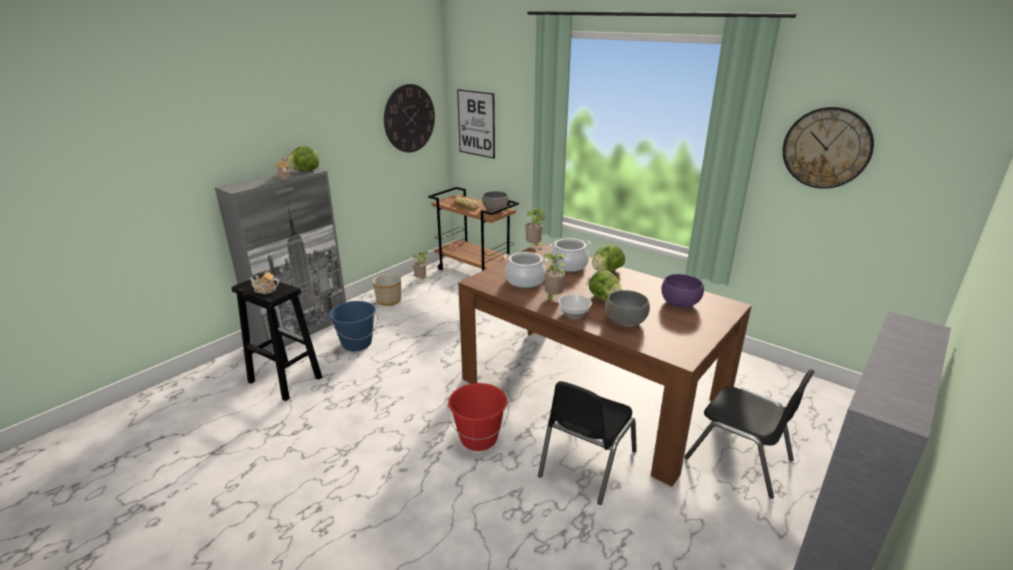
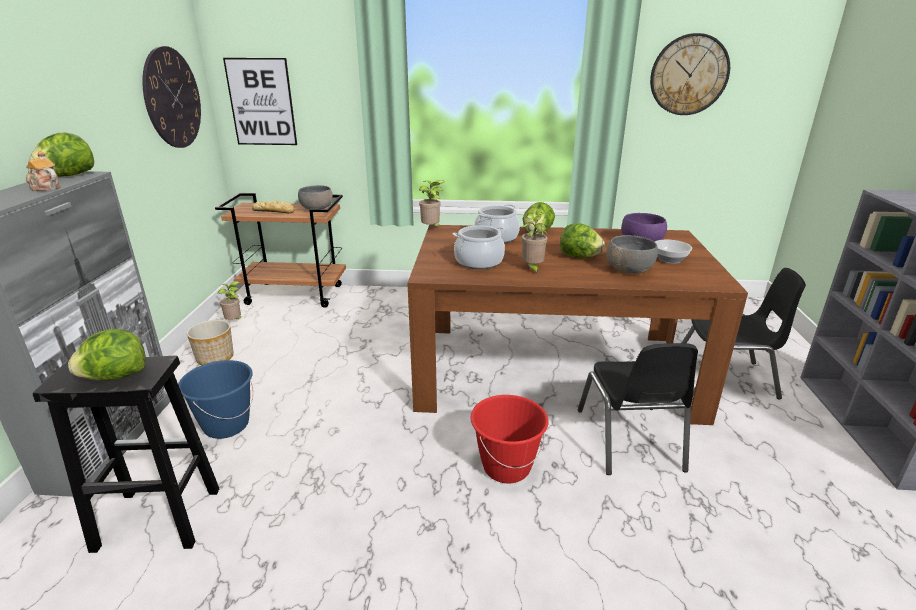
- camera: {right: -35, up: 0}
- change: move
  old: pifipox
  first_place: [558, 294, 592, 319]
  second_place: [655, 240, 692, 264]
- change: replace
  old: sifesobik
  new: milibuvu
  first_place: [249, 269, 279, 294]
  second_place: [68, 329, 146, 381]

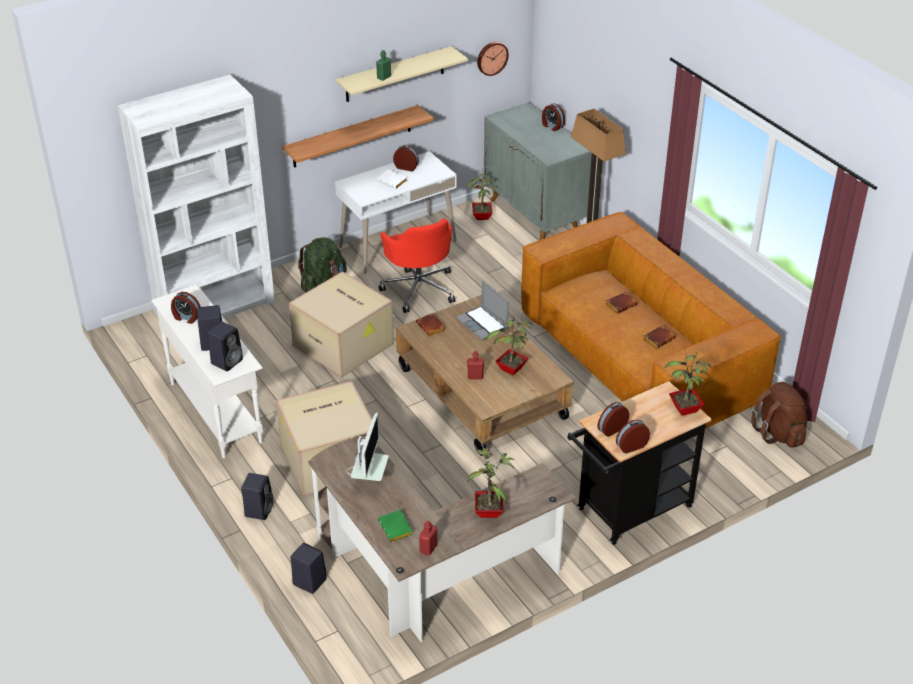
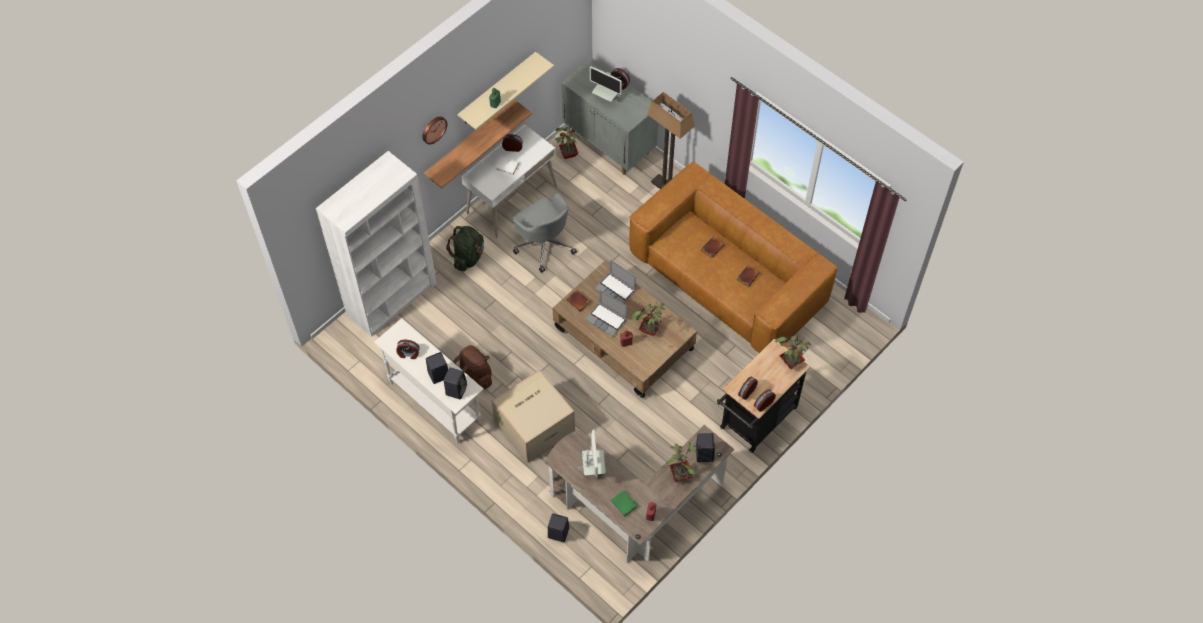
- camera: {right: -15, up: 20}
- change: delete
  old: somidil
  first_place: [289, 271, 394, 377]
- change: insert
  new: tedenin
  second_place: [586, 290, 627, 337]
- change: insert
  new: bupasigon
  second_place: [590, 66, 622, 103]
- change: move
  old: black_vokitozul
  first_place: [241, 473, 273, 520]
  second_place: [696, 433, 715, 462]
- change: move
  old: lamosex
  first_place: [477, 42, 509, 76]
  second_place: [422, 117, 447, 145]
- change: move
  old: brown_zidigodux
  first_place: [751, 382, 807, 448]
  second_place: [453, 345, 492, 390]
- change: recolor
  old: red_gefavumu
  new: grey_gefavumu
  first_place: [379, 219, 455, 313]
  second_place: [513, 193, 577, 273]

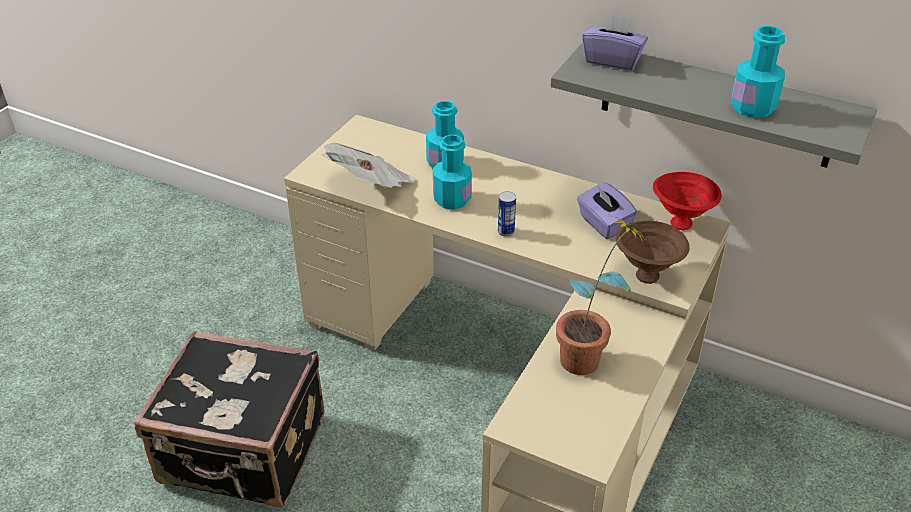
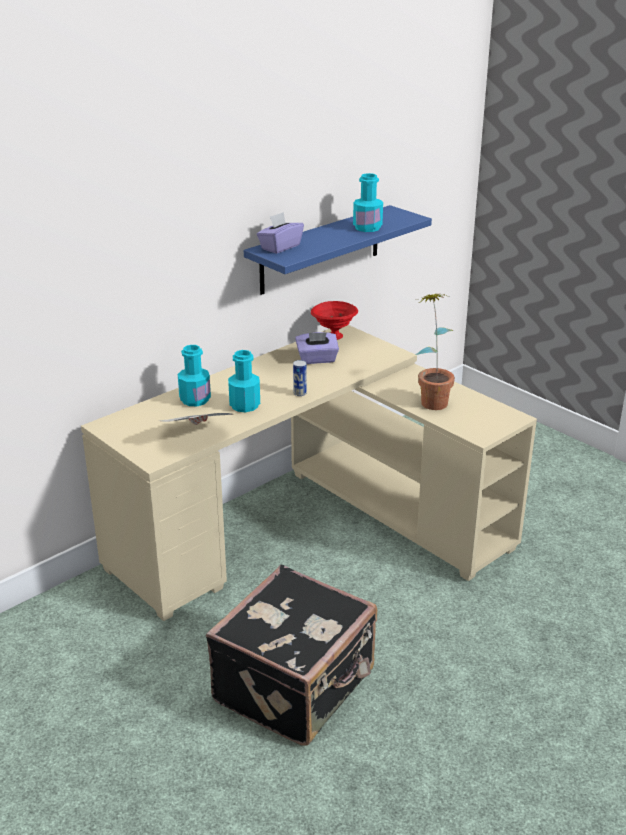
- camera: {right: -70, up: -10}
- change: delete
  old: brown_pifipox
  first_place: [616, 221, 690, 284]
- change: recolor
  old: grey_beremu
  new: blue_beremu
  first_place: [550, 42, 877, 168]
  second_place: [244, 205, 432, 295]

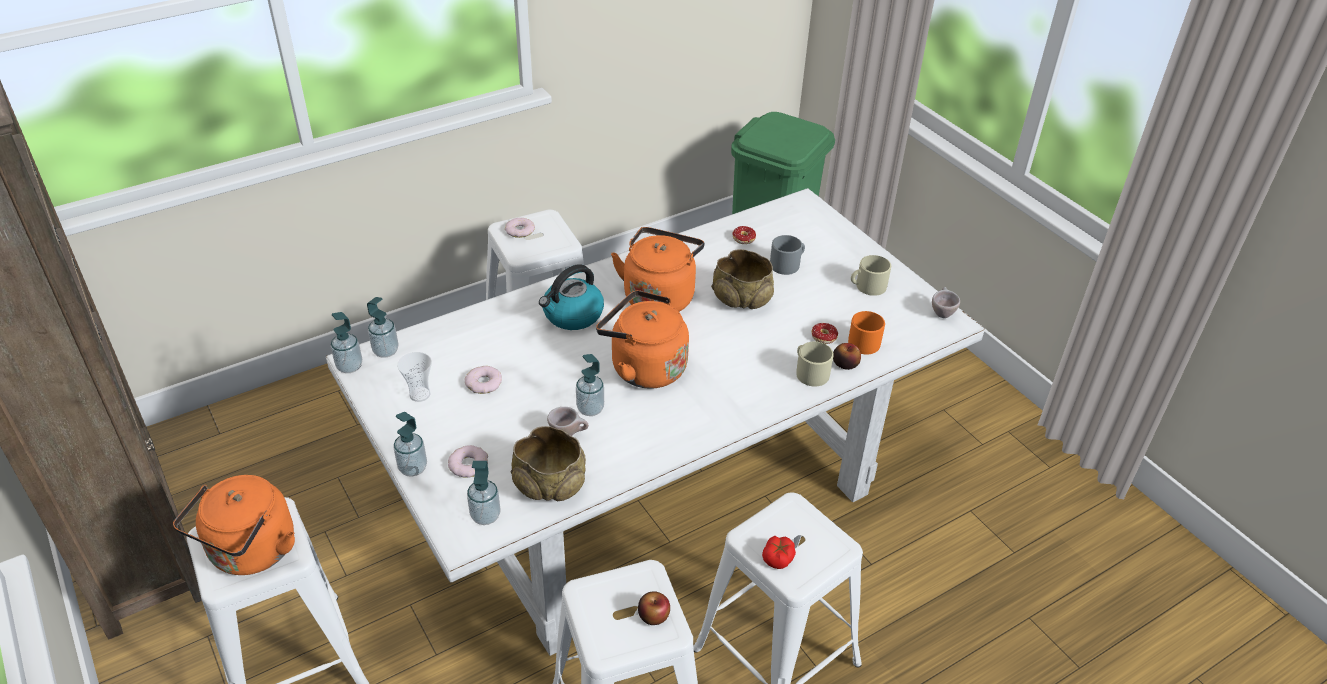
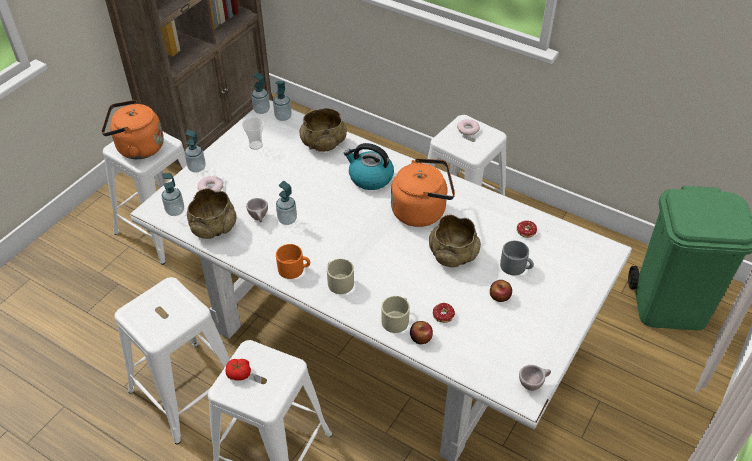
- camera: {right: 65, up: 5}
- change: delete
  old: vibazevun
  first_place: [464, 366, 502, 394]
- change: delete
  old: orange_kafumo
  first_place: [596, 290, 689, 389]
- change: insert
  new: beige_pifipox
  second_place: [299, 108, 347, 152]
- change: move
  old: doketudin
  first_place: [638, 591, 670, 625]
  second_place: [490, 280, 512, 302]
- change: move
  old: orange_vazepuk
  first_place: [848, 311, 885, 354]
  second_place: [276, 244, 310, 279]
- change: move
  old: beige_vazepuk
  first_place: [851, 255, 891, 296]
  second_place: [327, 259, 354, 294]

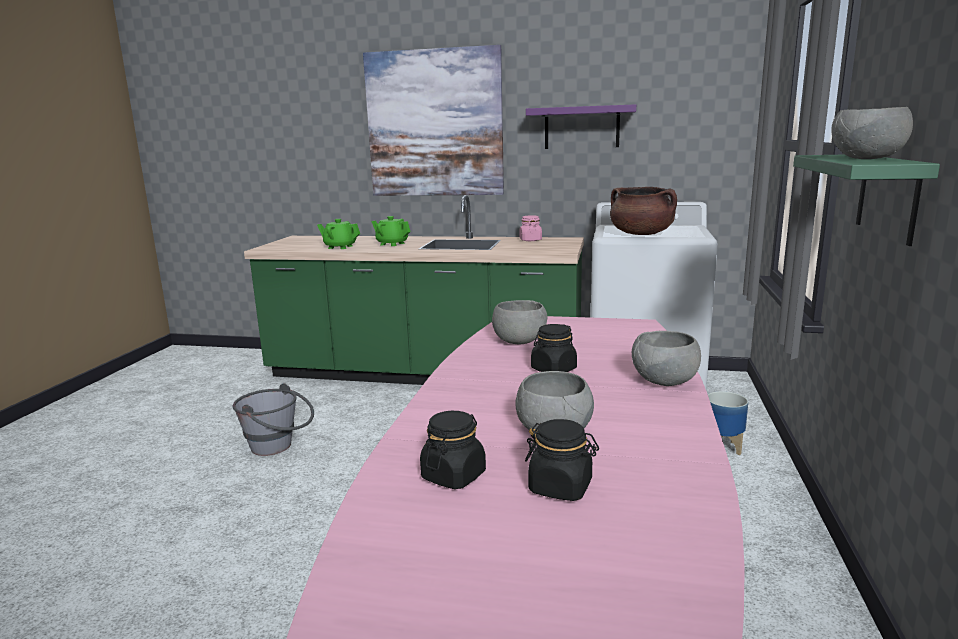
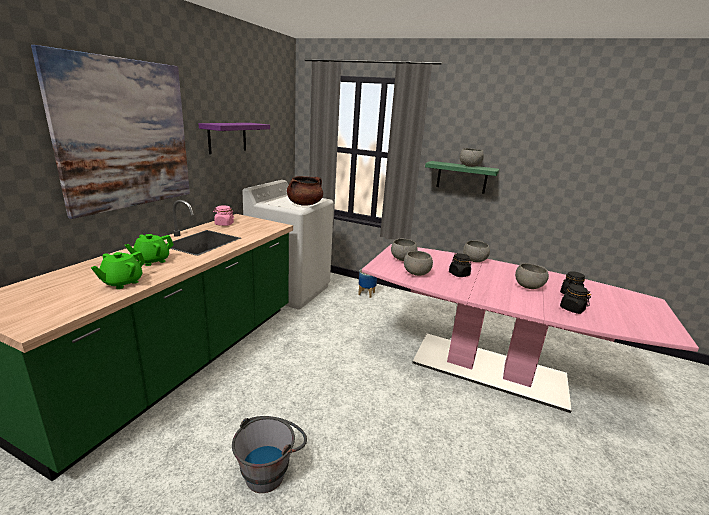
- camera: {right: -80, up: 5}
- change: insert
  new: grey_pifipox
  second_place: [391, 239, 418, 261]

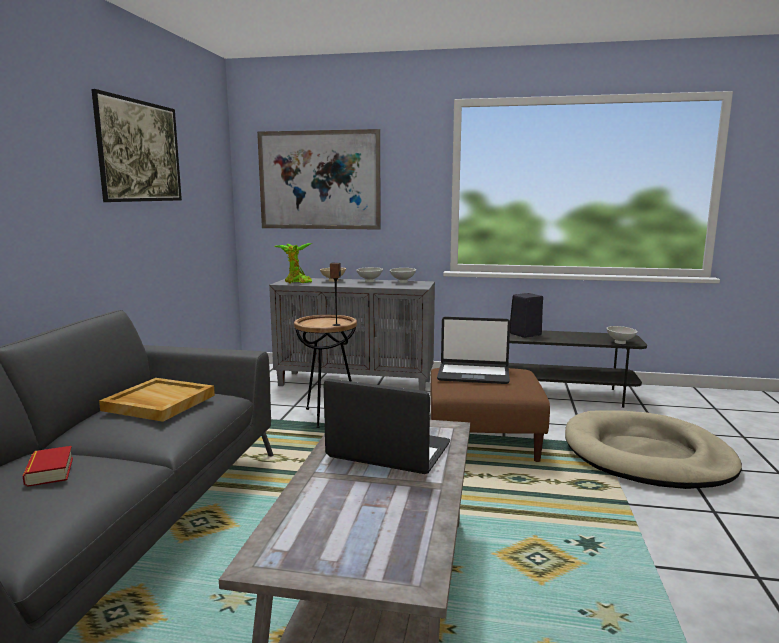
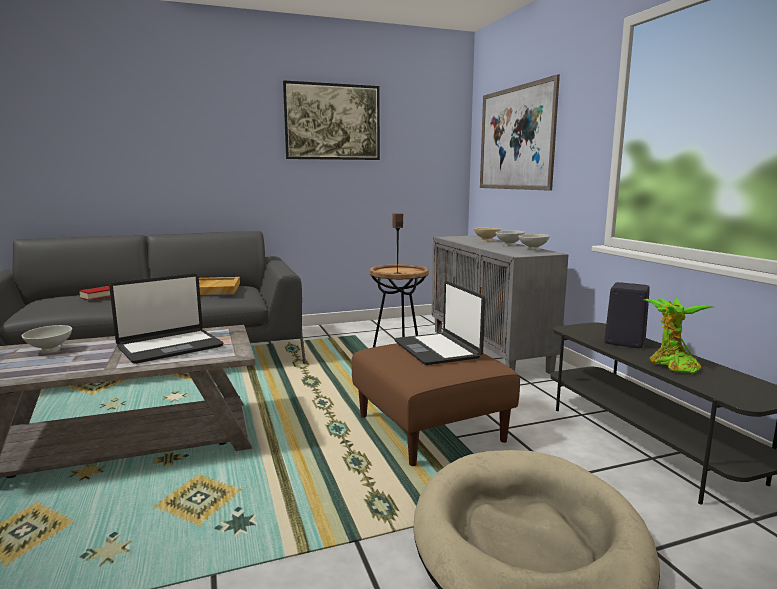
- camera: {right: 60, up: 0}
- change: move
  old: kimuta
  first_place: [275, 243, 312, 284]
  second_place: [644, 298, 712, 374]
- change: move
  old: white_pifipox
  first_place: [606, 326, 638, 344]
  second_place: [21, 325, 72, 353]
- change: rotate
  old: tedenin
  first_place: [324, 379, 450, 474]
  second_place: [109, 273, 223, 364]
  degrees: 60

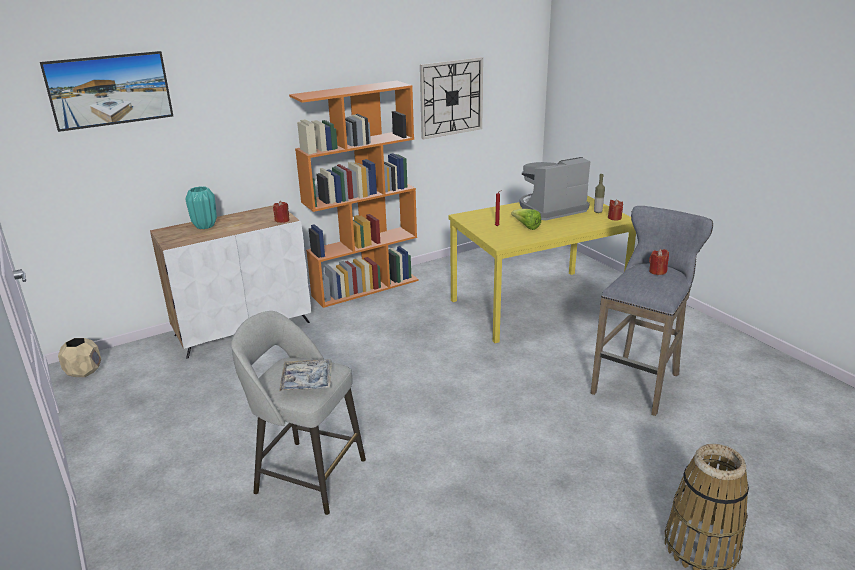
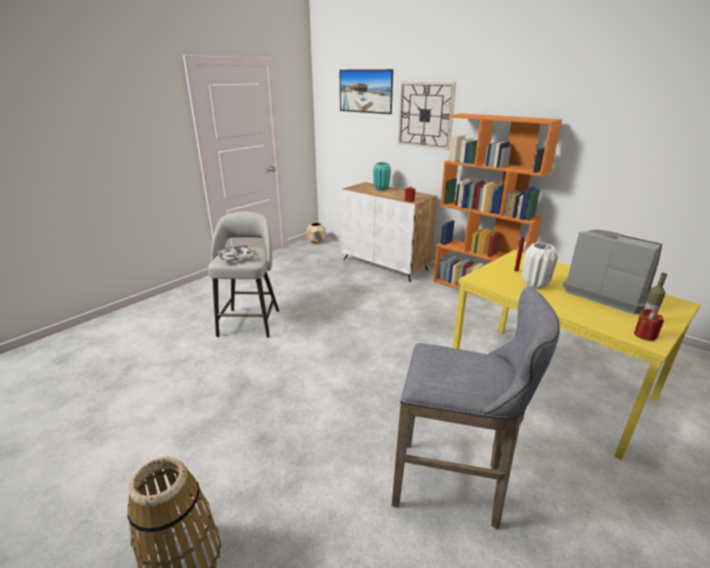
- camera: {right: 70, up: 0}
- change: delete
  old: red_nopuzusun
  first_place: [649, 249, 669, 275]
- change: move
  old: lamosex
  first_place: [420, 57, 483, 139]
  second_place: [398, 82, 456, 150]
- change: replace
  old: milibuvu
  new: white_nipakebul
  first_place: [511, 209, 541, 230]
  second_place: [522, 243, 558, 289]

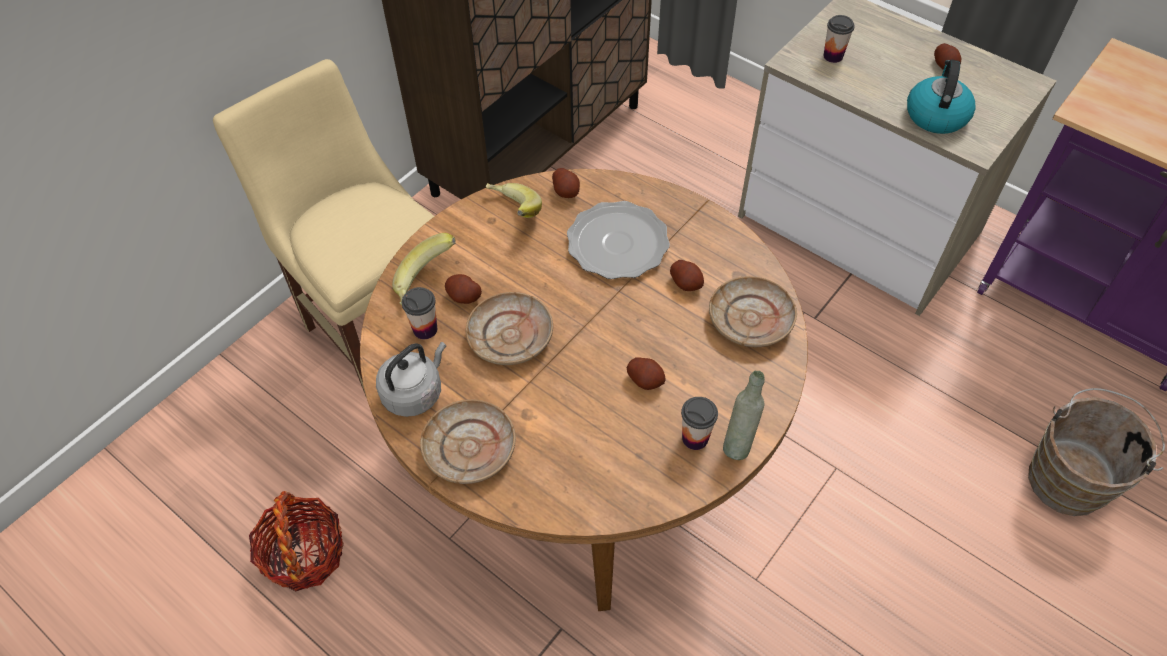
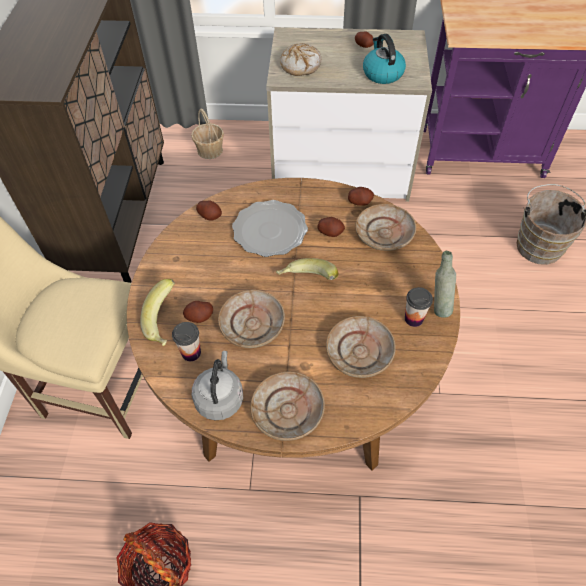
- camera: {right: -35, up: 0}
- change: insert
  new: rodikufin
  second_place: [191, 109, 224, 159]
- change: insert
  new: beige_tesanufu
  second_place: [326, 316, 396, 378]
- change: move
  old: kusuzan
  first_place: [486, 183, 542, 218]
  second_place: [276, 258, 339, 280]
- change: move
  old: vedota
  first_place: [627, 357, 666, 390]
  second_place: [348, 187, 374, 206]
- change: replace
  old: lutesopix
  new: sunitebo
  first_place: [823, 15, 855, 63]
  second_place: [280, 43, 321, 76]

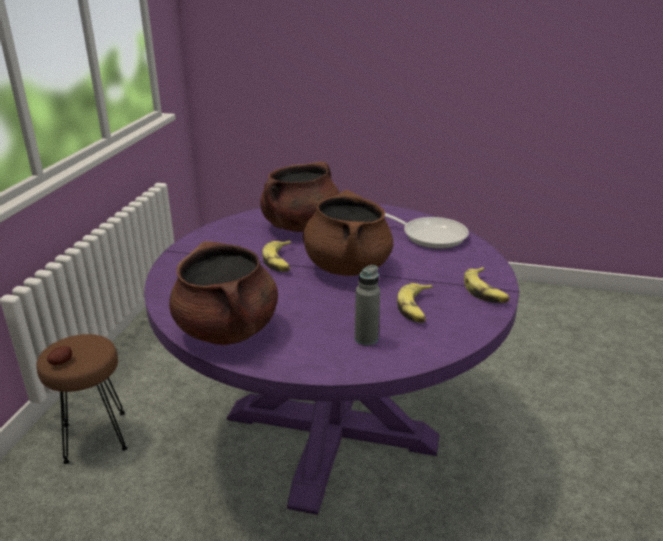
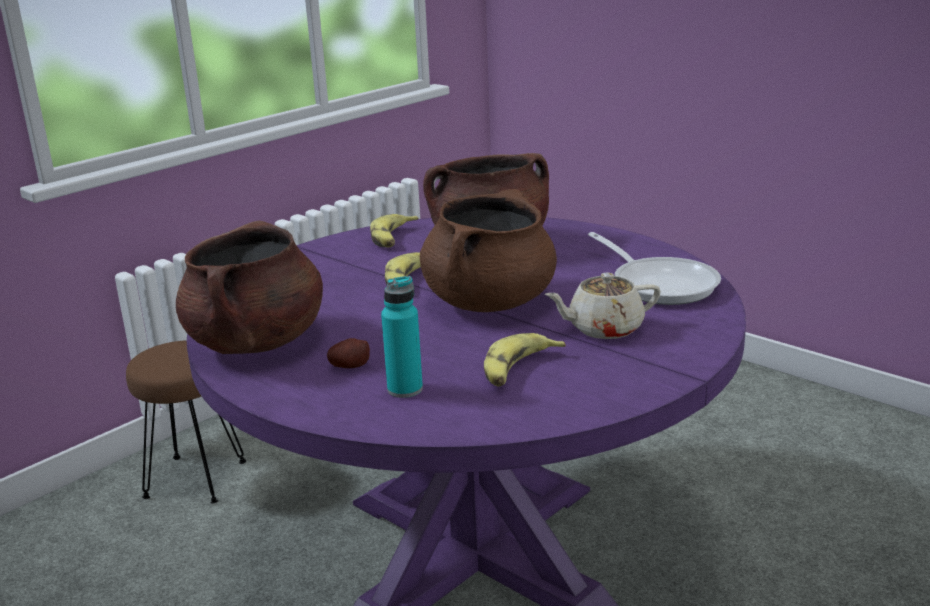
- camera: {right: 30, up: -5}
- change: insert
  new: beige_sifesobik
  second_place: [545, 273, 661, 339]
- change: move
  old: vedota
  first_place: [47, 346, 72, 365]
  second_place: [327, 338, 370, 368]
- change: move
  old: kusuzan
  first_place: [464, 267, 510, 303]
  second_place: [370, 214, 419, 247]
- change: recolor
  old: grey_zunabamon
  new: turquoise_zunabamon
  first_place: [355, 265, 380, 346]
  second_place: [381, 276, 423, 398]

